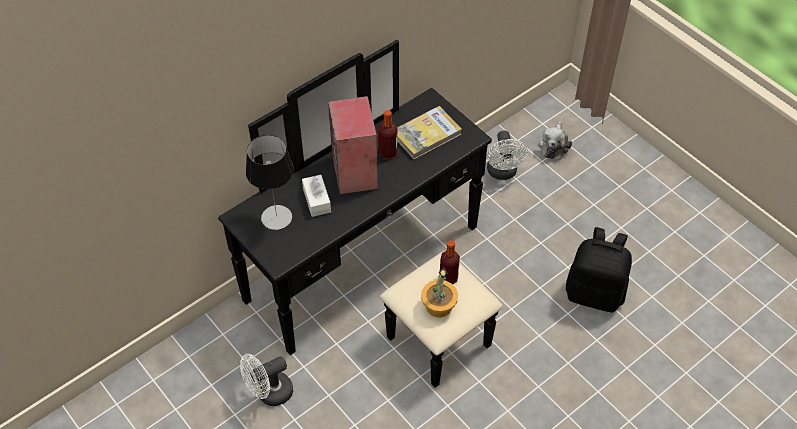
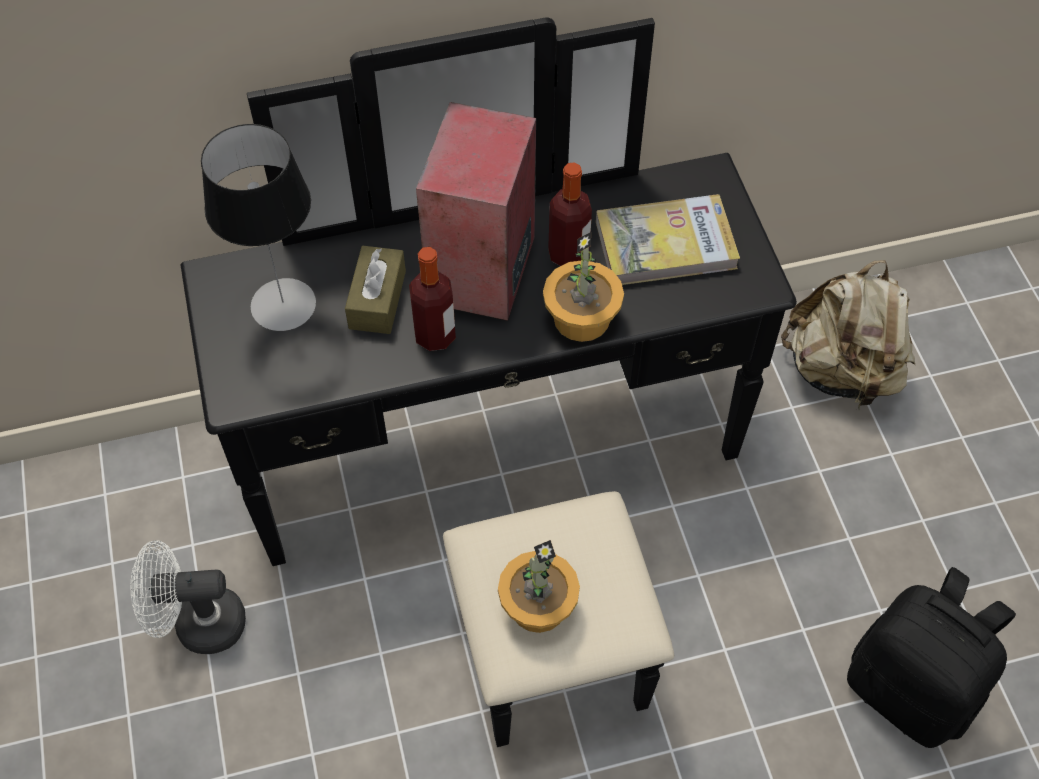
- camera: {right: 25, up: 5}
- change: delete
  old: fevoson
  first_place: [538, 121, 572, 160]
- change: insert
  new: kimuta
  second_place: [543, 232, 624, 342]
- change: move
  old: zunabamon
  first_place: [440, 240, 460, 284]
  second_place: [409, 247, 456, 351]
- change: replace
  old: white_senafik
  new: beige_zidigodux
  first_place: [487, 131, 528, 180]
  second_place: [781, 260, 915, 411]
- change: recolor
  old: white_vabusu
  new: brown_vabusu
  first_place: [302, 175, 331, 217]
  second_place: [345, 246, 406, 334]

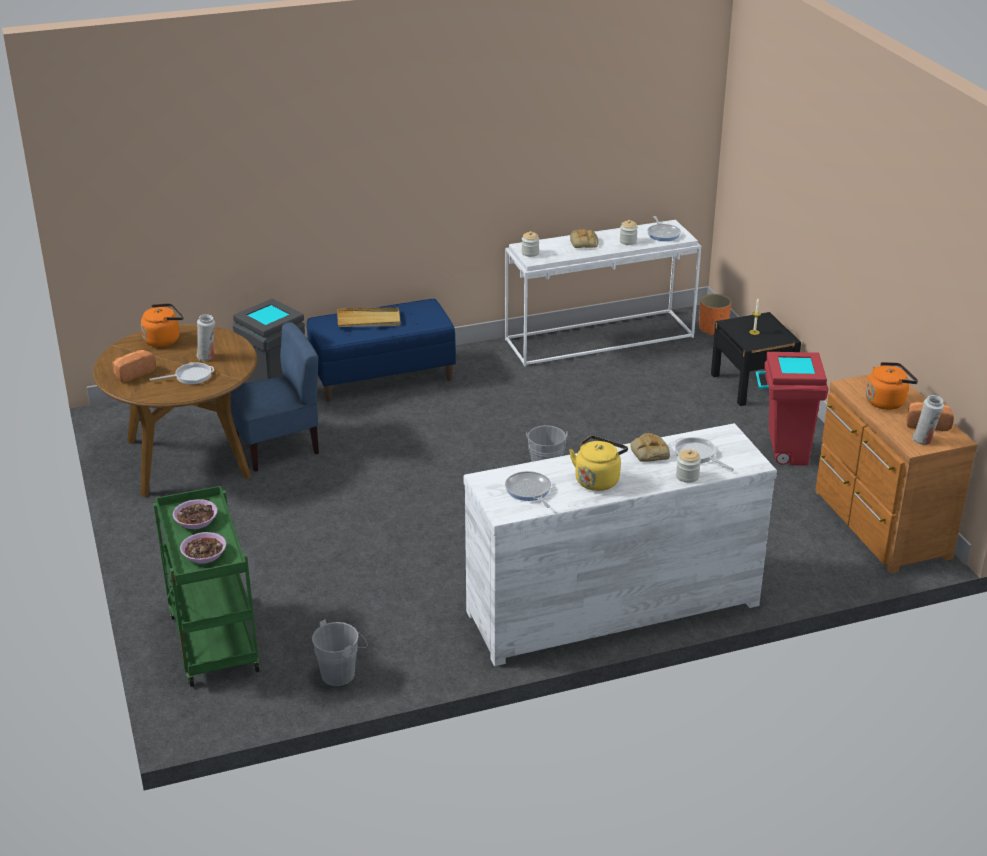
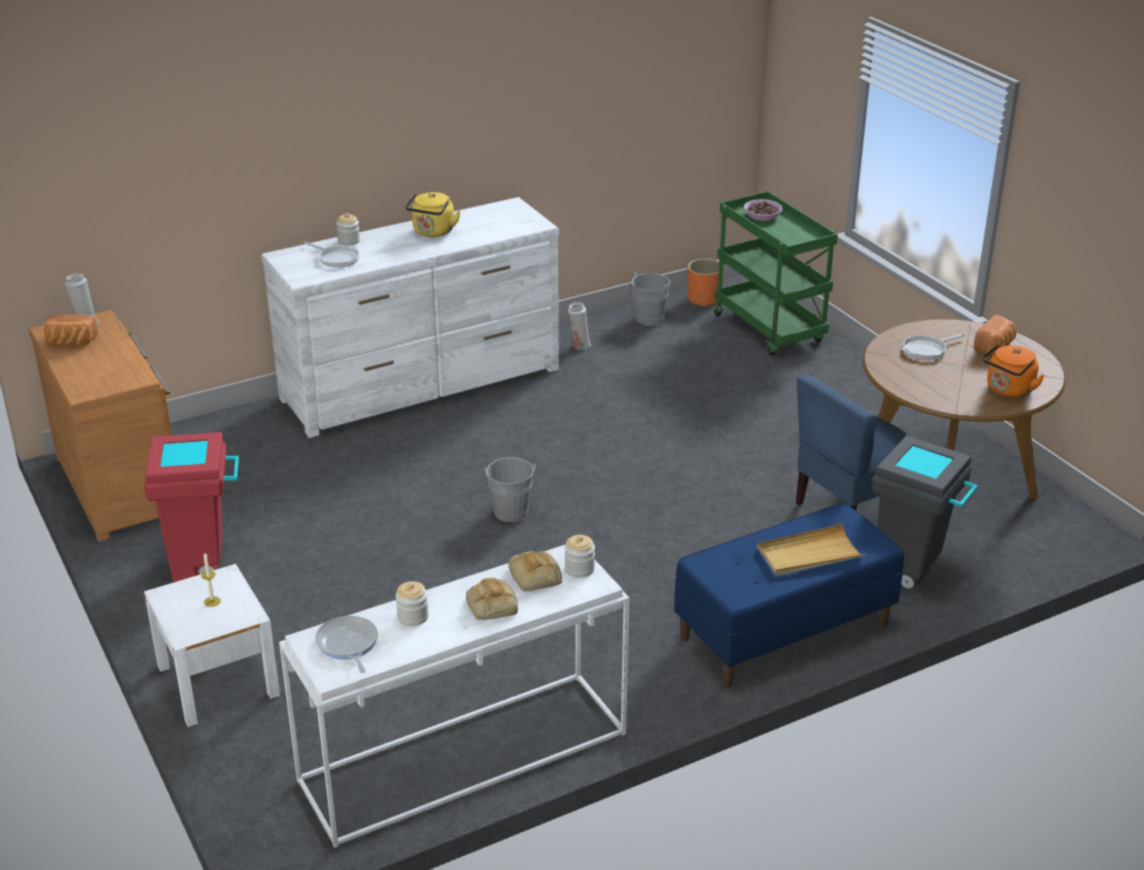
- camera: {right: 170, up: 0}
- change: delete
  old: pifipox
  first_place: [173, 499, 218, 529]
- change: delete
  old: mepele
  first_place: [505, 471, 551, 508]
- change: delete
  old: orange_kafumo
  first_place: [866, 362, 918, 410]
- change: move
  old: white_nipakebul
  first_place: [196, 314, 215, 361]
  second_place: [568, 302, 591, 350]
- change: move
  old: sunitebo
  first_place: [630, 433, 670, 462]
  second_place: [508, 551, 562, 592]
- change: move
  old: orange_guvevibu
  first_place: [699, 294, 731, 336]
  second_place: [687, 259, 724, 307]
- change: recolor
  old: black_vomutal
  new: white_vomutal
  first_place: [711, 312, 801, 406]
  second_place: [144, 564, 280, 727]

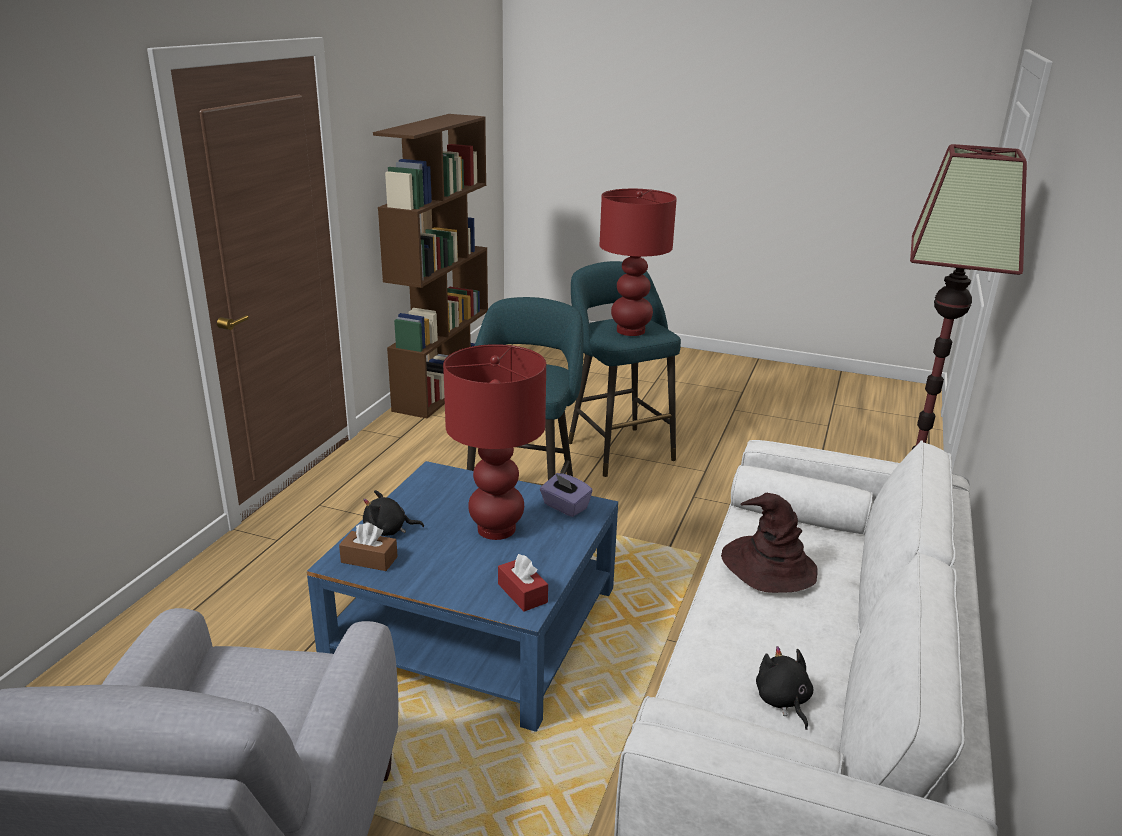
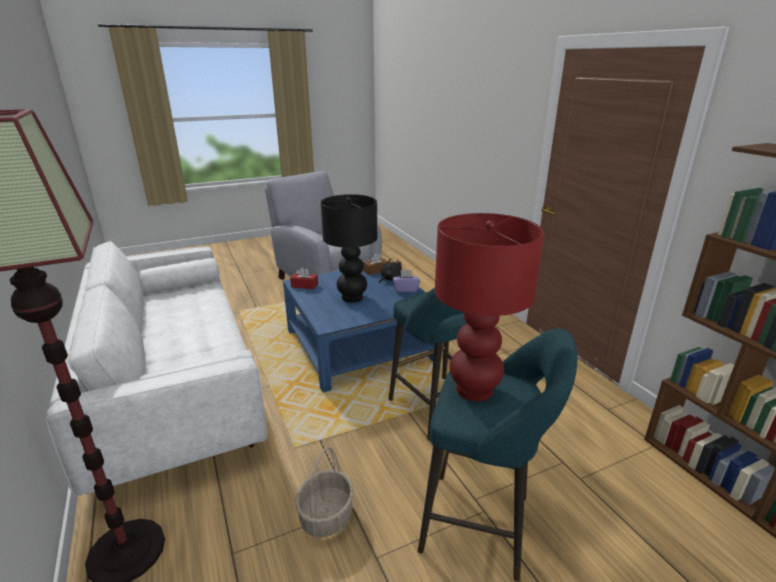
- camera: {right: 135, up: 0}
- change: delete
  old: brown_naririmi
  first_place: [721, 493, 818, 593]
- change: delete
  old: black_fevoson
  first_place: [756, 646, 813, 730]
- change: insert
  new: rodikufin
  second_place: [295, 447, 354, 537]
- change: move
  old: purple_vabusu
  first_place: [540, 473, 593, 517]
  second_place: [393, 270, 420, 292]
- change: recolor
  old: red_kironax
  new: black_kironax
  first_place: [443, 344, 546, 540]
  second_place: [321, 194, 377, 302]

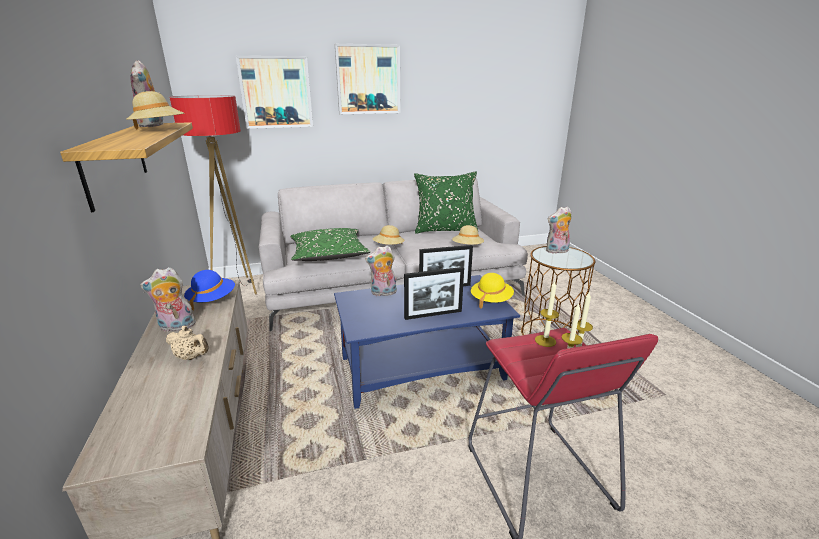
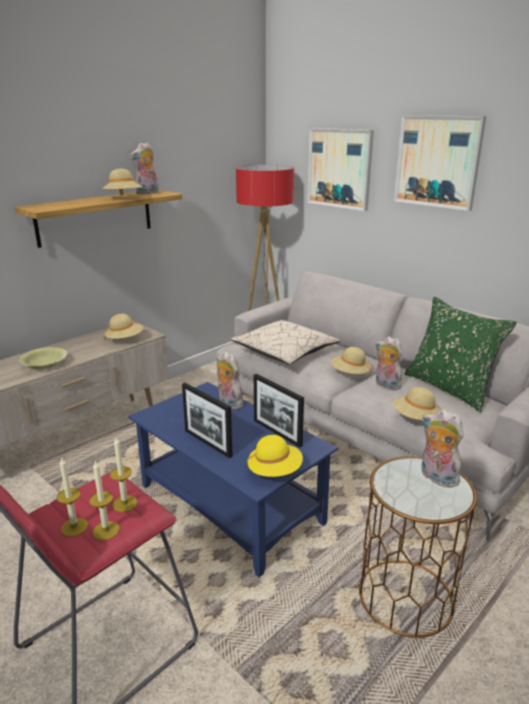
- camera: {right: 60, up: 0}
- change: move
  old: fevoson
  first_place: [140, 267, 197, 332]
  second_place: [375, 337, 404, 390]
- change: replace
  old: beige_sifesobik
  new: yellow_pifipox
  first_place: [166, 326, 209, 360]
  second_place: [19, 347, 67, 369]
- change: recolor
  old: blue_naririmi
  new: beige_naririmi
  first_place: [184, 270, 235, 311]
  second_place: [104, 314, 143, 340]
- change: recolor
  old: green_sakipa
  new: beige_sakipa
  first_place: [290, 228, 371, 261]
  second_place: [230, 320, 341, 365]

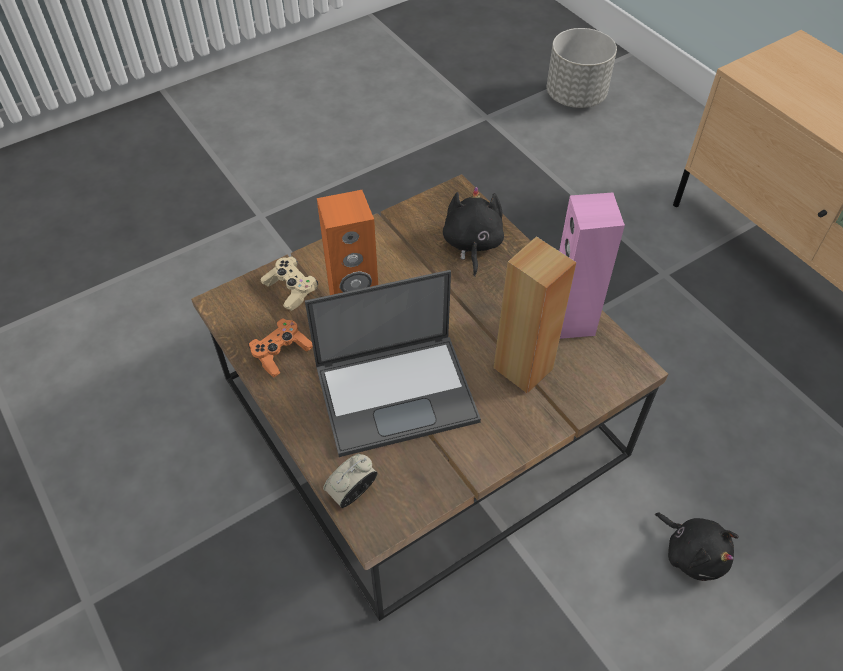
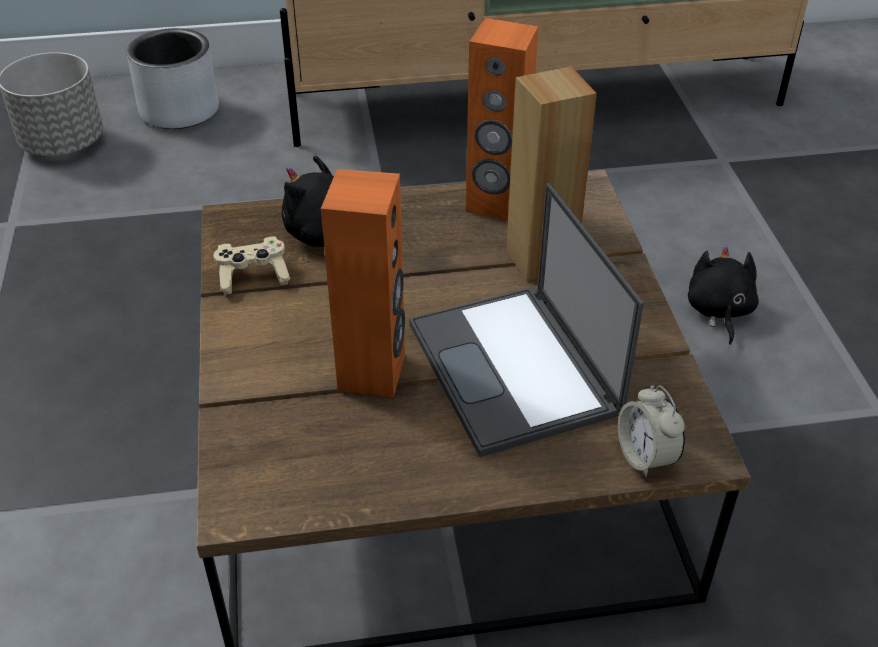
- camera: {right: -65, up: -10}
- change: delete
  old: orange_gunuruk
  first_place: [248, 318, 313, 378]
- change: insert
  new: grey_guvevibu
  second_place: [126, 28, 219, 129]
- change: move
  old: beige_gunuruk
  first_place: [260, 256, 318, 311]
  second_place: [213, 236, 291, 295]
- change: recolor
  old: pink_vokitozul
  new: orange_vokitozul
  first_place: [559, 192, 625, 339]
  second_place: [466, 18, 538, 221]
- change: rotate
  old: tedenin
  first_place: [305, 270, 481, 457]
  second_place: [409, 183, 644, 457]
  degrees: 150
- change: rotate
  old: black_fevoson
  first_place: [655, 512, 739, 581]
  second_place: [688, 245, 759, 345]
  degrees: -75

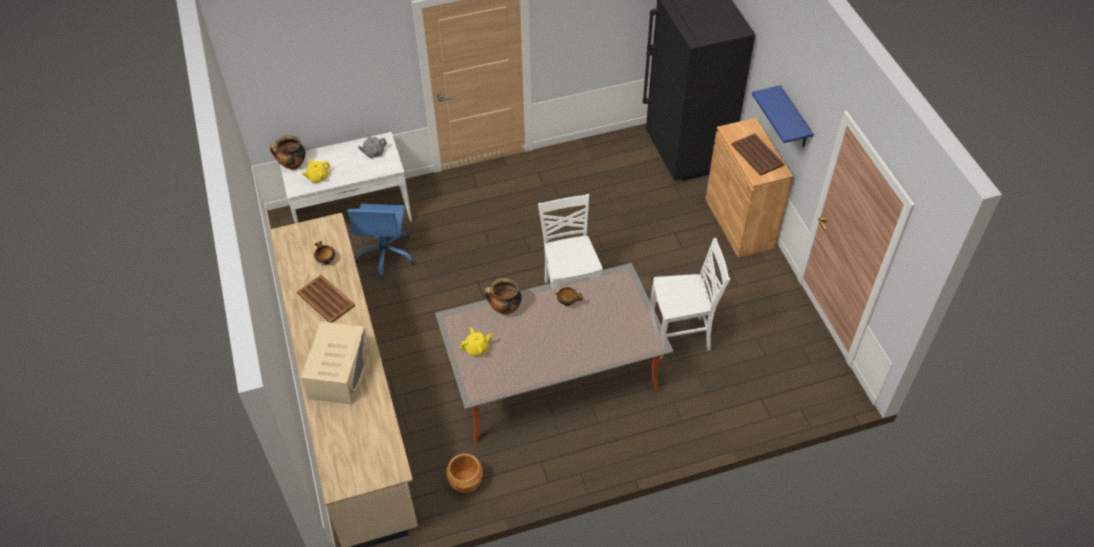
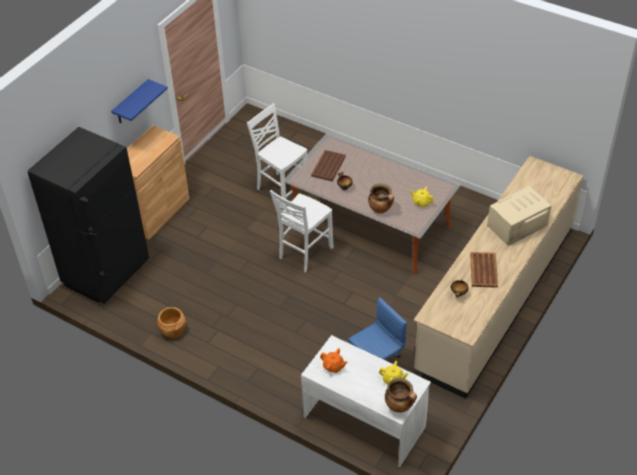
- camera: {right: -130, up: -5}
- change: move
  old: brown_guvevibu
  first_place: [446, 454, 483, 493]
  second_place: [157, 307, 186, 338]
- change: move
  old: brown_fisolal
  first_place: [732, 133, 784, 176]
  second_place: [311, 150, 346, 181]
- change: recolor
  old: grey_sifesobik
  new: orange_sifesobik
  first_place: [358, 134, 387, 159]
  second_place: [320, 348, 347, 373]

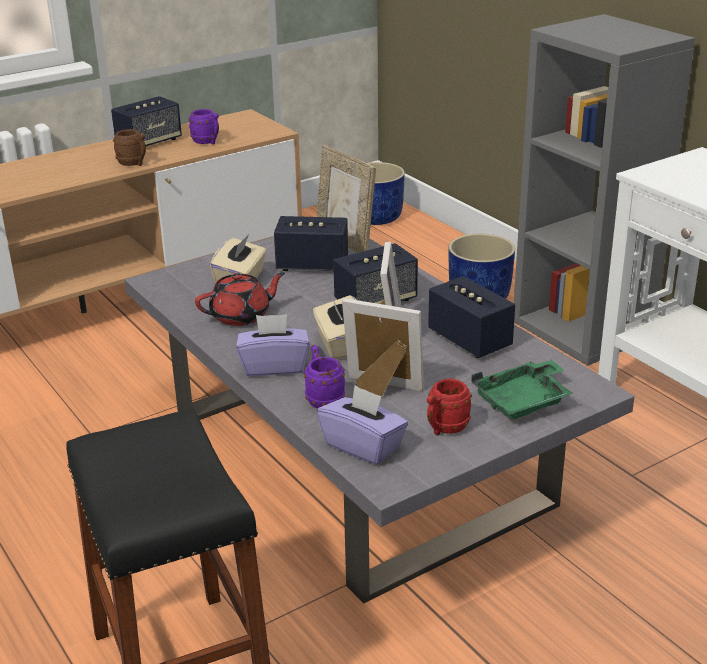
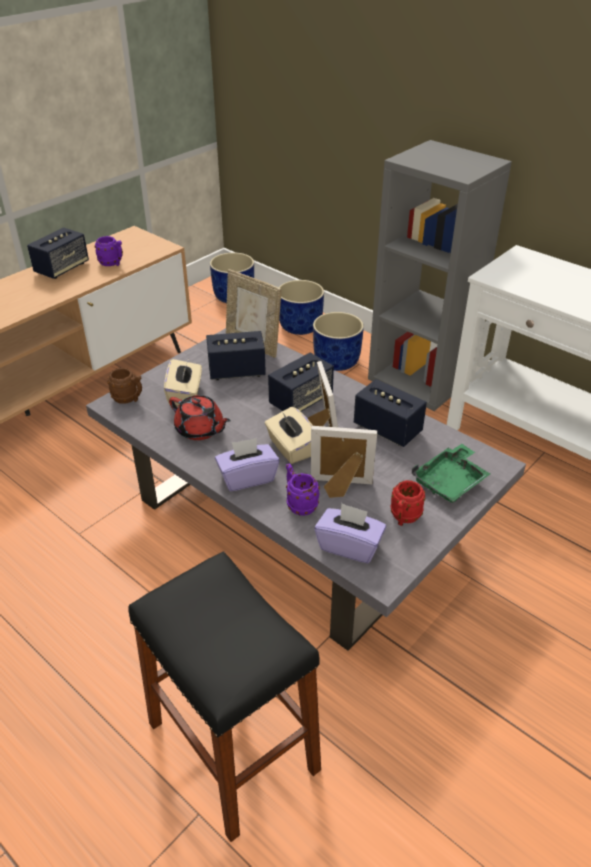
- camera: {right: -15, up: 10}
- change: insert
  new: blue_guvevibu
  second_place: [279, 280, 324, 335]
- change: move
  old: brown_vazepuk
  first_place: [113, 129, 146, 166]
  second_place: [108, 368, 142, 404]
- change: rotate
  old: red_sifesobik
  first_place: [195, 272, 285, 326]
  second_place: [169, 395, 231, 440]
  degrees: 75

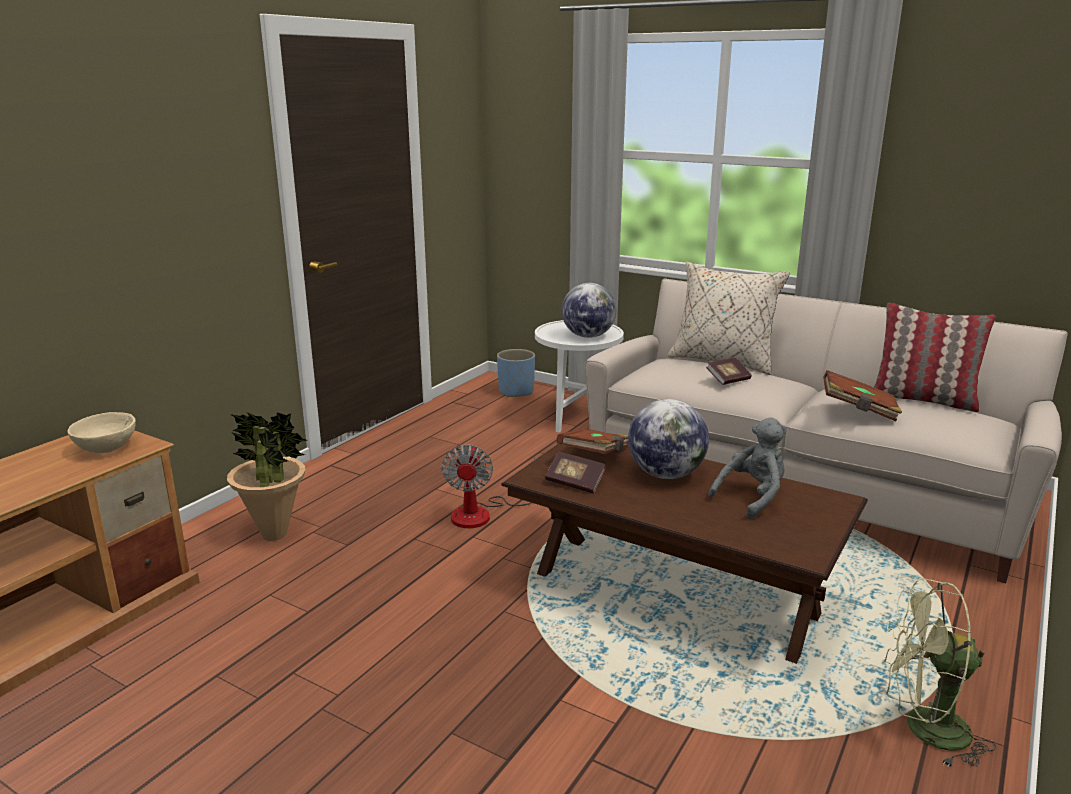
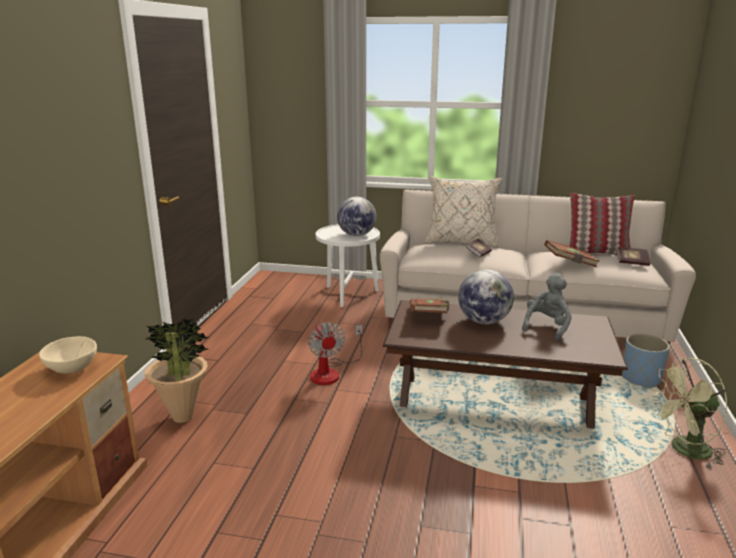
- camera: {right: -20, up: 0}
- change: move
  old: blue_guvevibu
  first_place: [497, 349, 535, 397]
  second_place: [622, 334, 670, 388]
- change: move
  old: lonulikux
  first_place: [545, 452, 605, 493]
  second_place: [616, 247, 650, 266]

